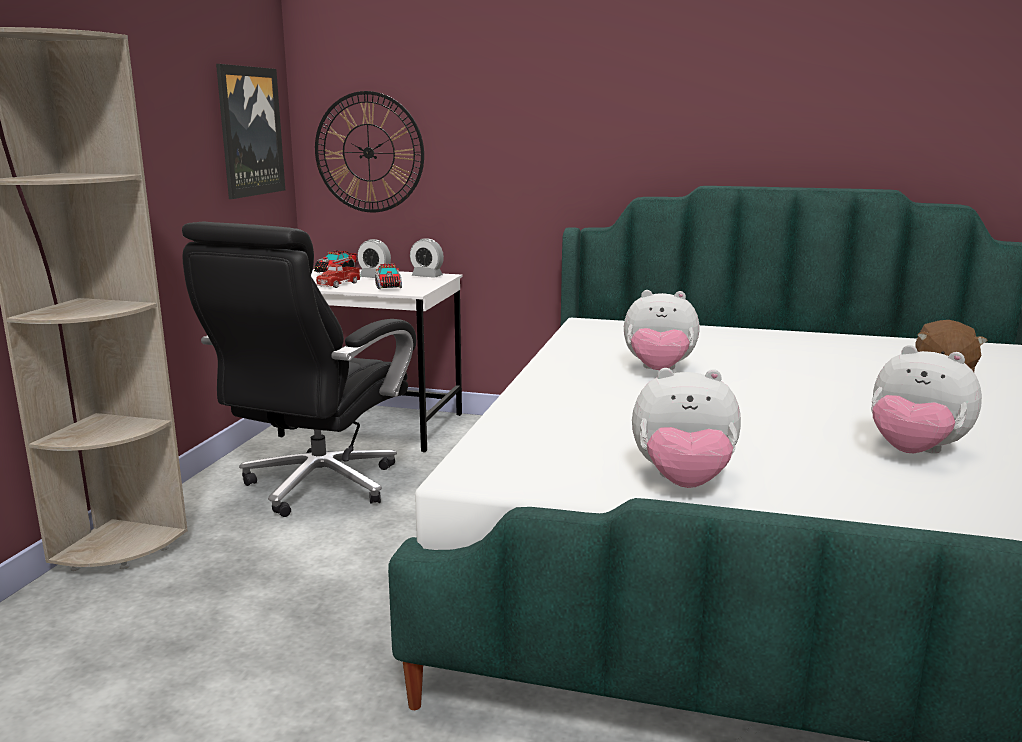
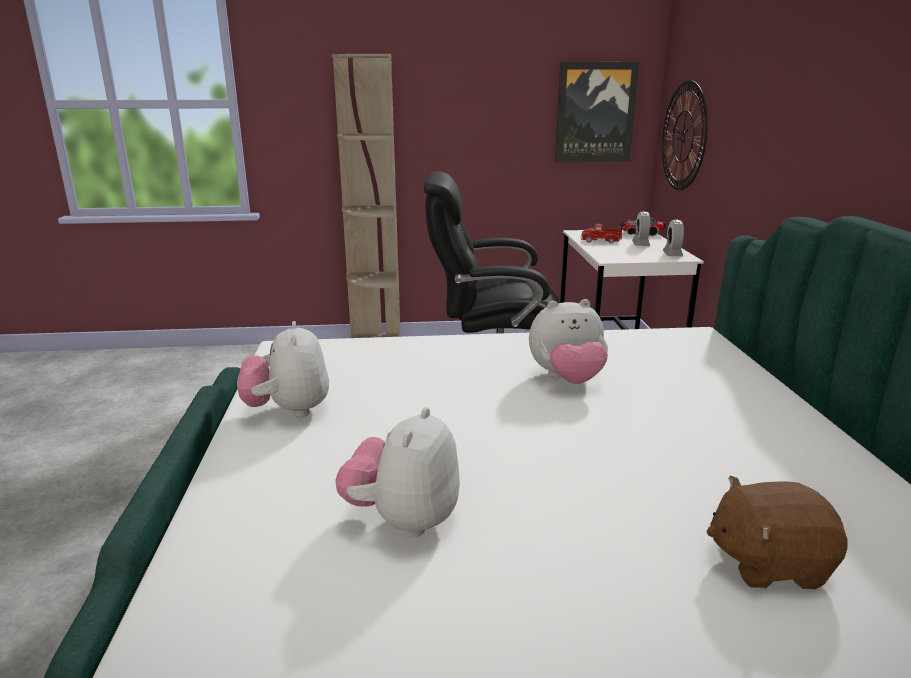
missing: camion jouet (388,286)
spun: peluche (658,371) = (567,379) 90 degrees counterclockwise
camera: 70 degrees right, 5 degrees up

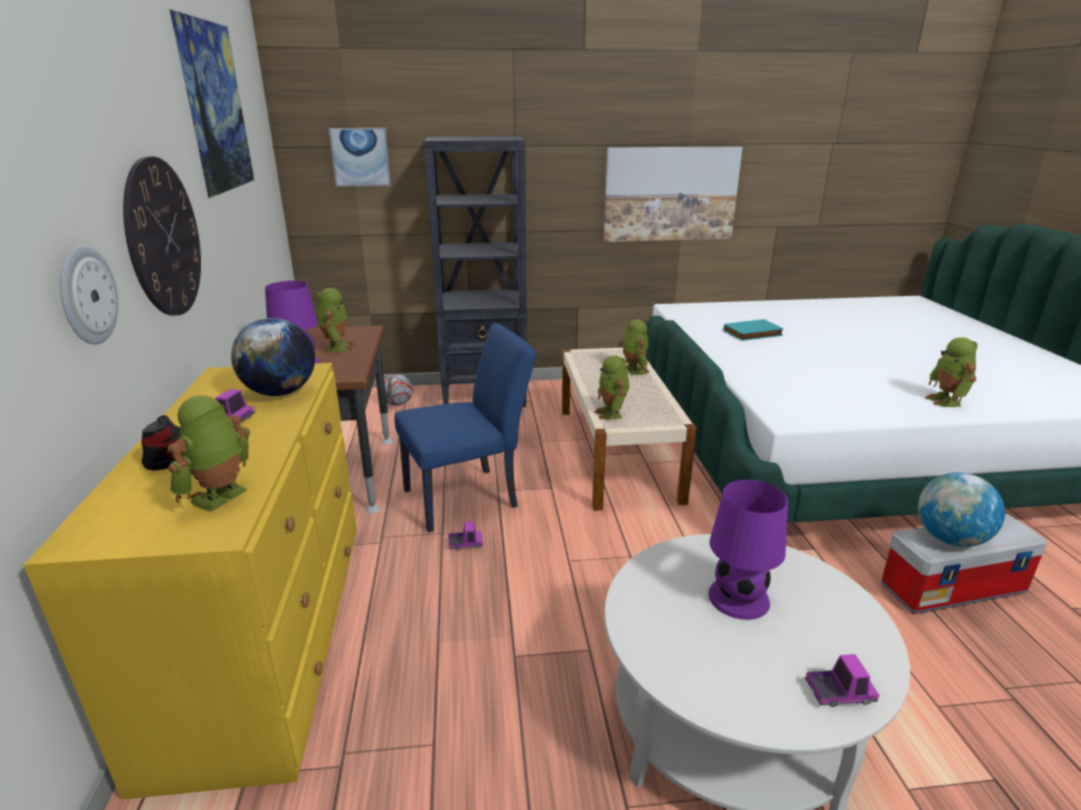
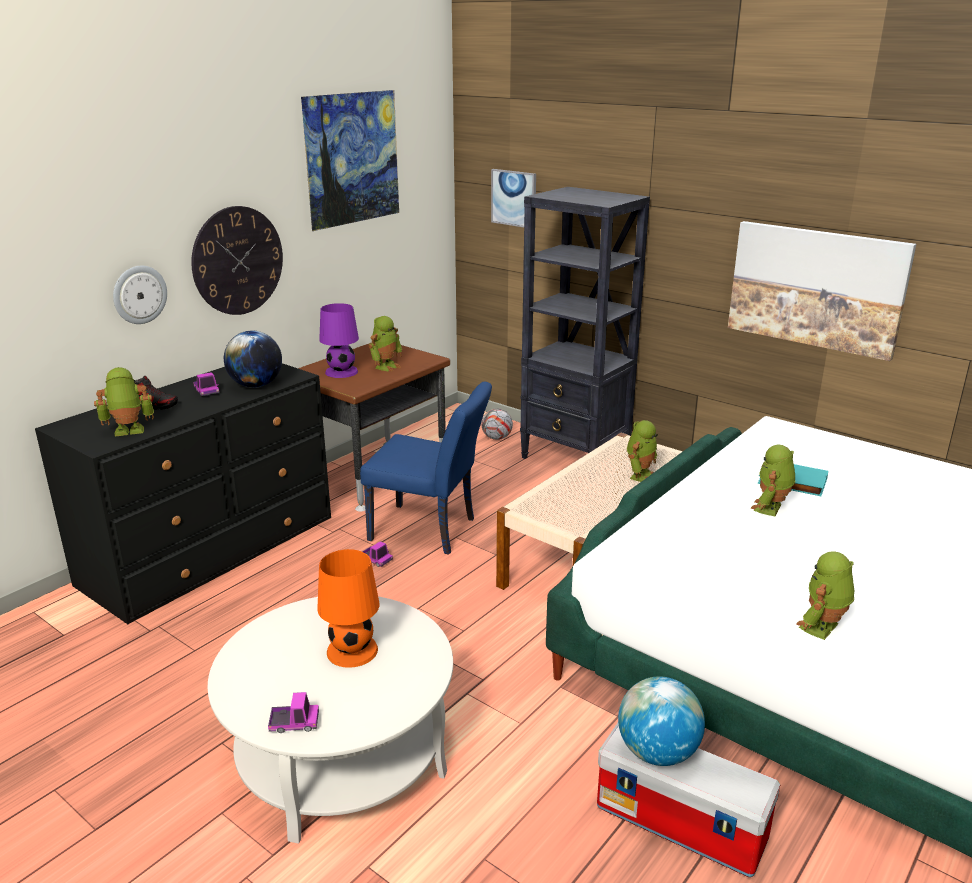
relocated: robot jouet (611,413) to (771,509)
colour: commode (jaune) (268,632) to commode (noir) (211,549); lampe de table (violet) (738,598) to lampe de table (orange) (351,651)
spun: camion jouet (839,693) = (294,723) 45 degrees counterclockwise
camera: 45 degrees right, 0 degrees up

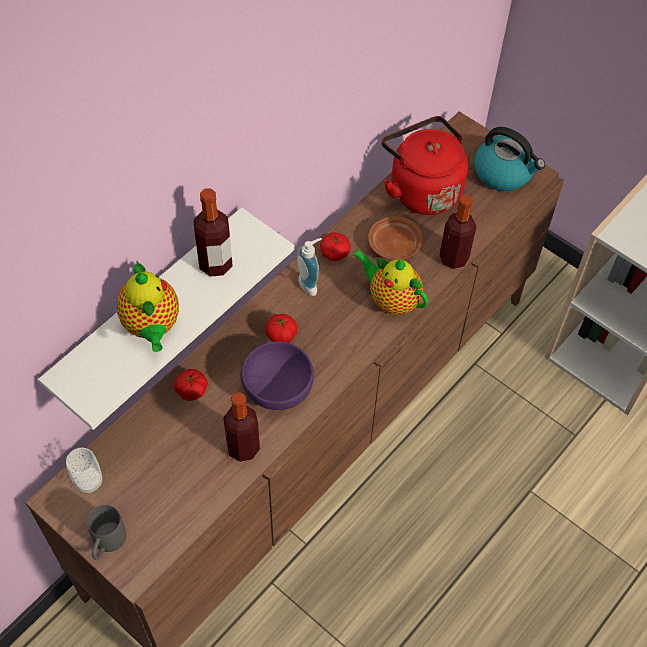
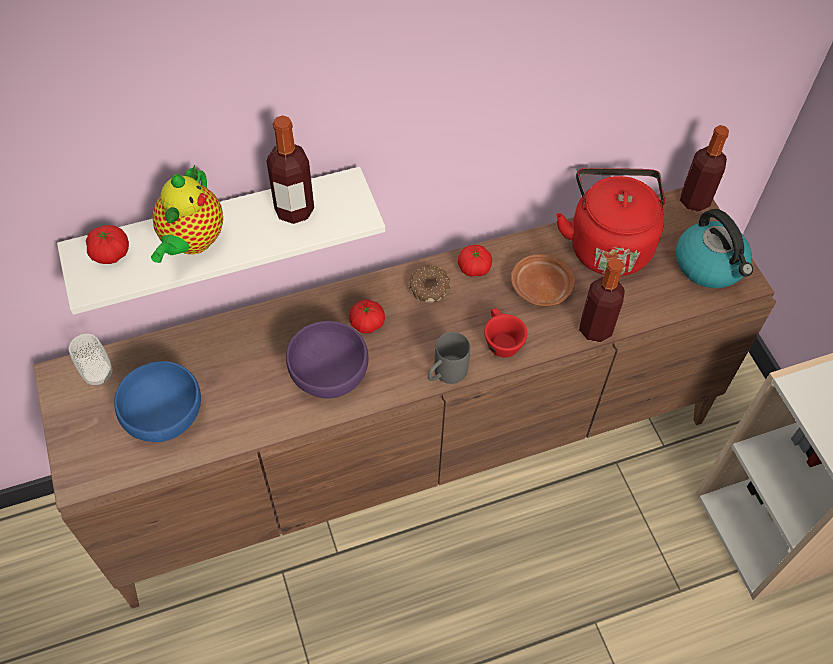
appeared: bol (bleu) (165,413)
relocated: tomate (191,390) to (110,253); mug (gris) (107,544) to (445,375); bouteille (243,448) to (694,201)
exchanged: distributeur de savon (310,284) to beignet (429,287); théière (391,300) to tasse (rouge) (500,341)
camera: 30 degrees right, 0 degrees up

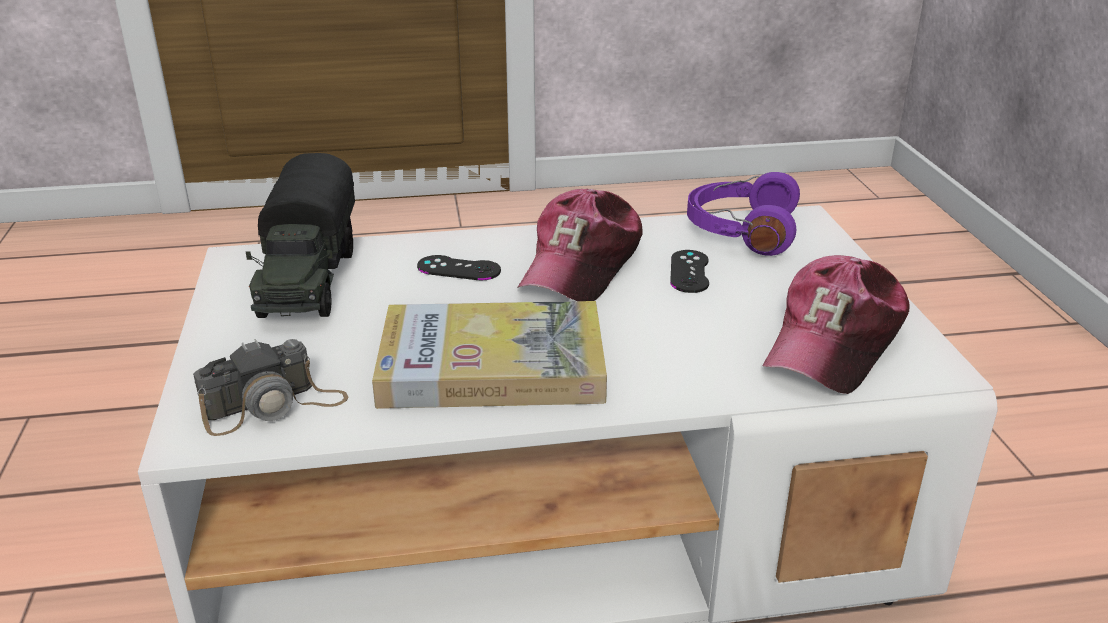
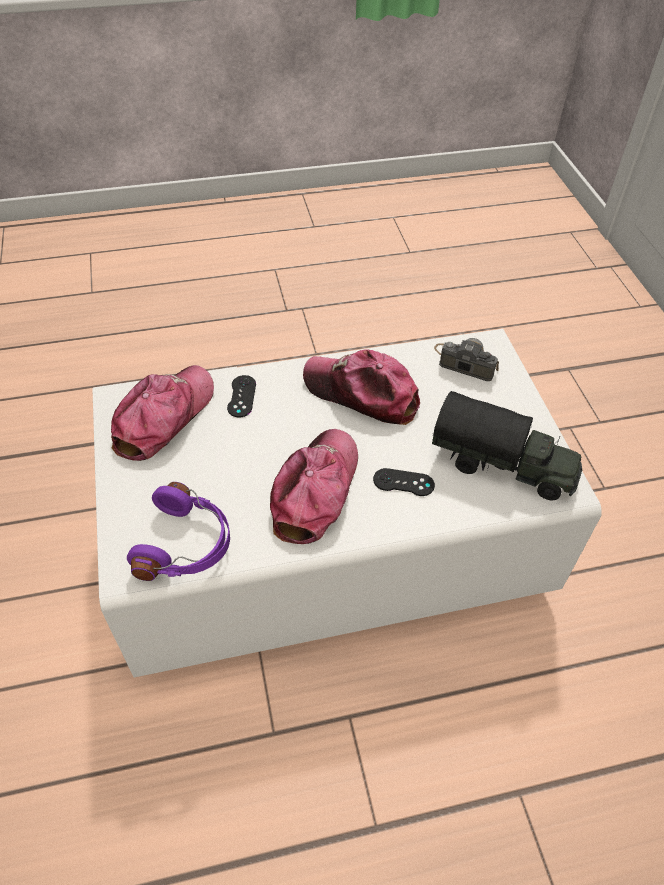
relocated: manette (noir) (689,272) to (241,396)
exchanged: livre (492,364) to casquette (362,393)
spun: camion jouet (308,279) = (503,466) 120 degrees clockwise; appareil photo (274,406) = (464,362) 60 degrees clockwise
camera: 175 degrees right, 20 degrees up

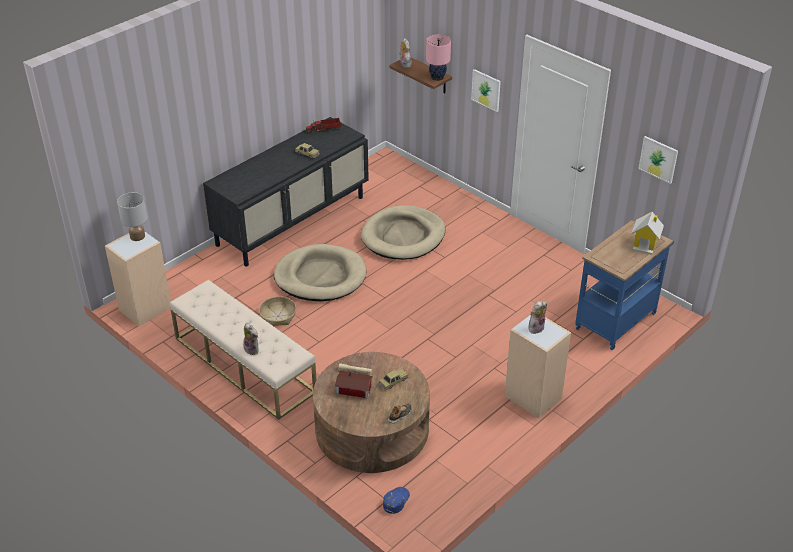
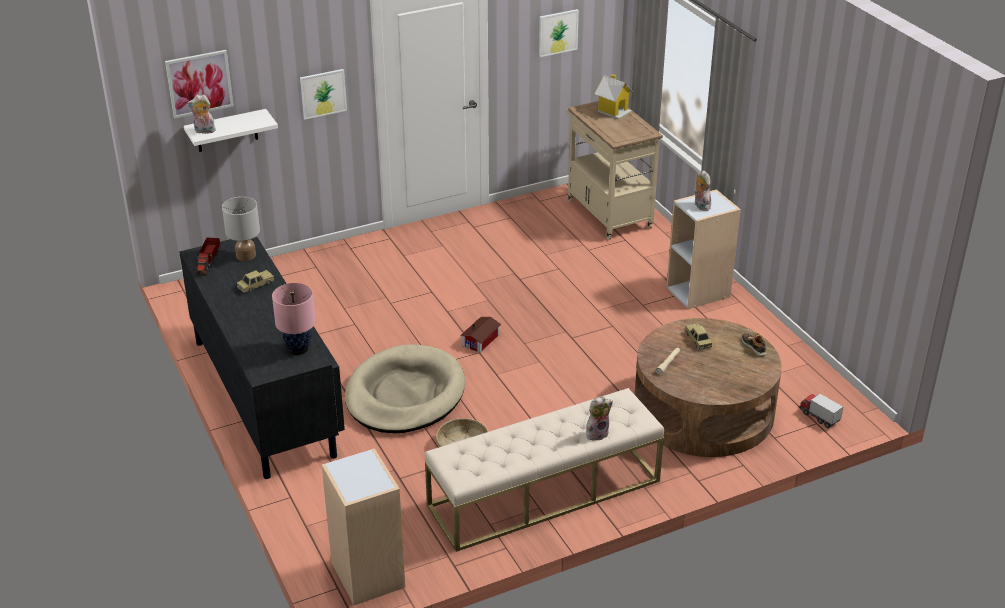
missing: panier pour chien (beige) (403,236)
appeared: tableau (199,83)
relocated: lampe de table (gris) (137,236) to (245,256); lampe de table (rose) (437,77) to (298,349); maison miniature (354,390) to (482,340)
exchanged: casquette (bleu) (395,500) to camion jouet (819,417)
colour: étagère (marron) (429,75) to étagère (blanc) (227,131); chariot (bleu) (617,320) to chariot (beige) (607,213)
camera: 70 degrees left, 5 degrees down

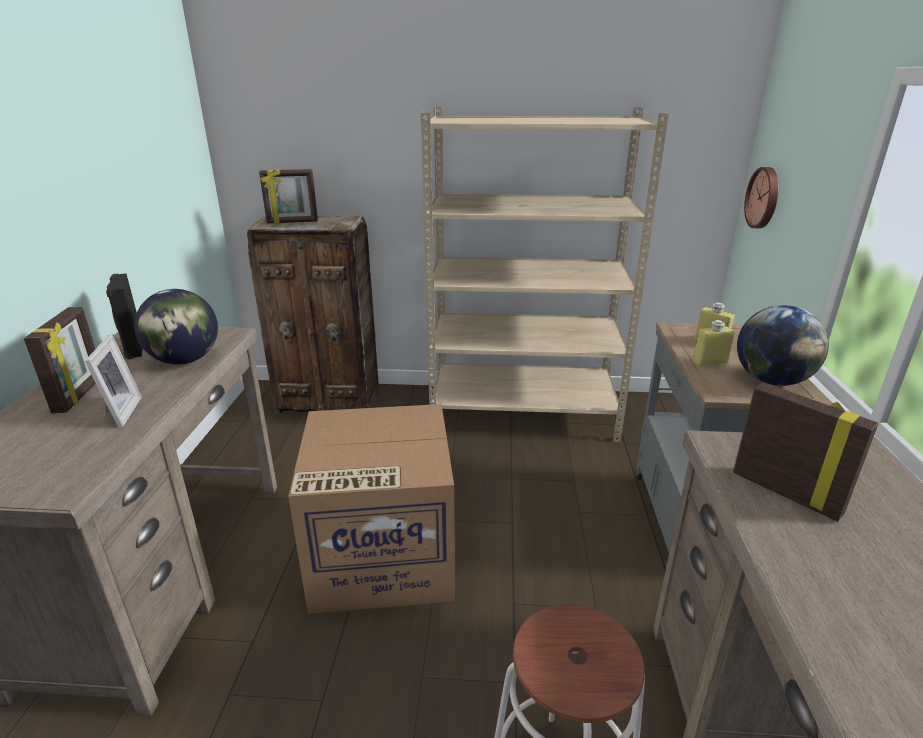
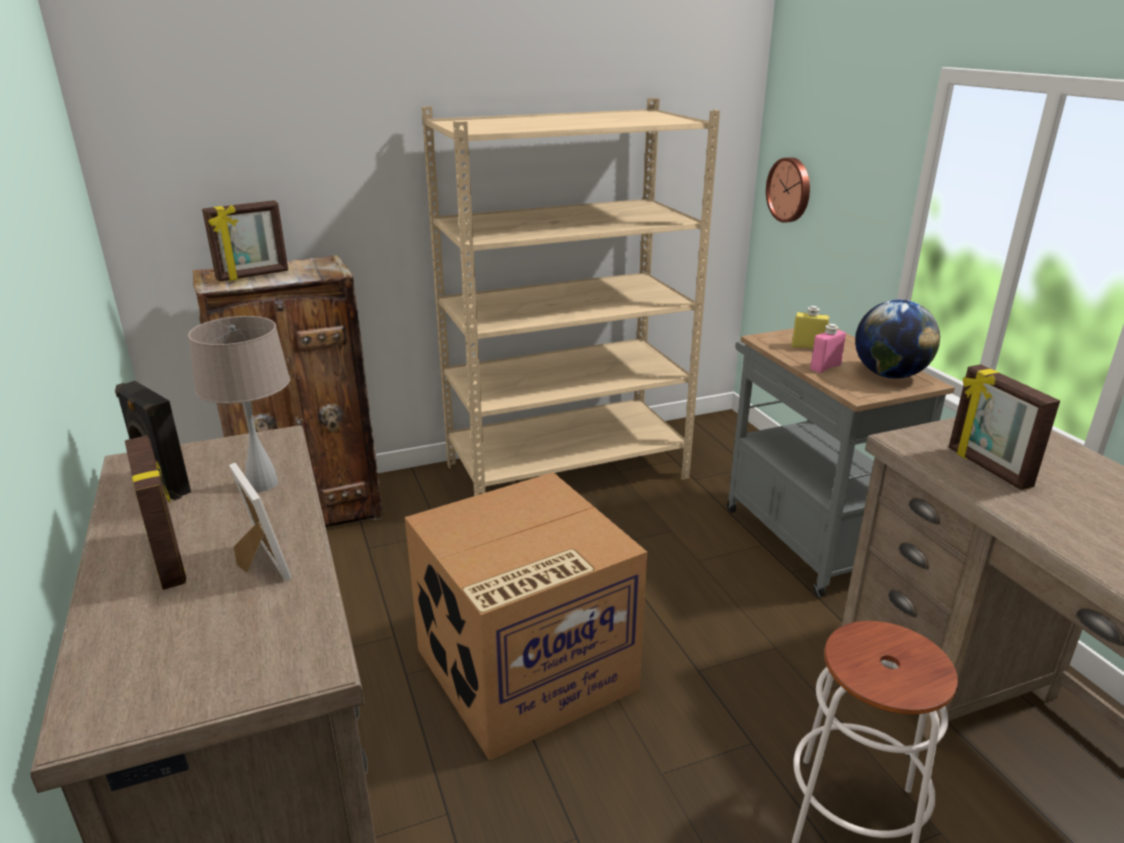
exchanged: globe (185,361) to lampe de table (beige) (262,484)
colour: bouteille (jaune) (710,362) to bouteille (rose) (825,367)
spun: cadre photo (786,492) = (987,468) 135 degrees counterclockwise
camera: 25 degrees left, 0 degrees up

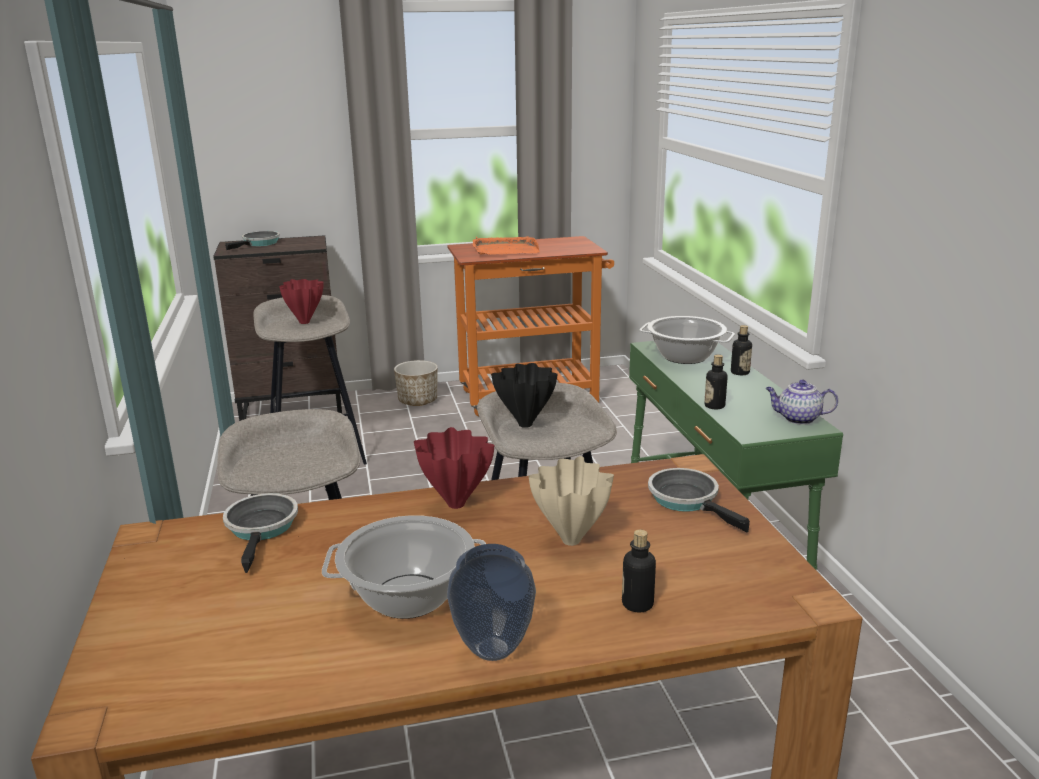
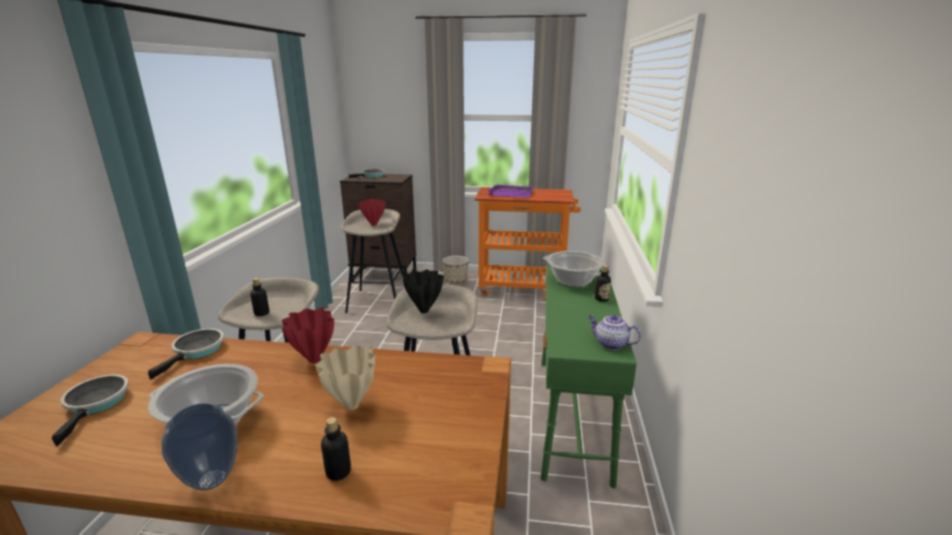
relocated: poêle (687,500) to (96,404); bouteille (714,406) to (262,313)
colour: plateau (orange) (505,250) to plateau (violet) (510,193)
camera: 20 degrees right, 0 degrees up

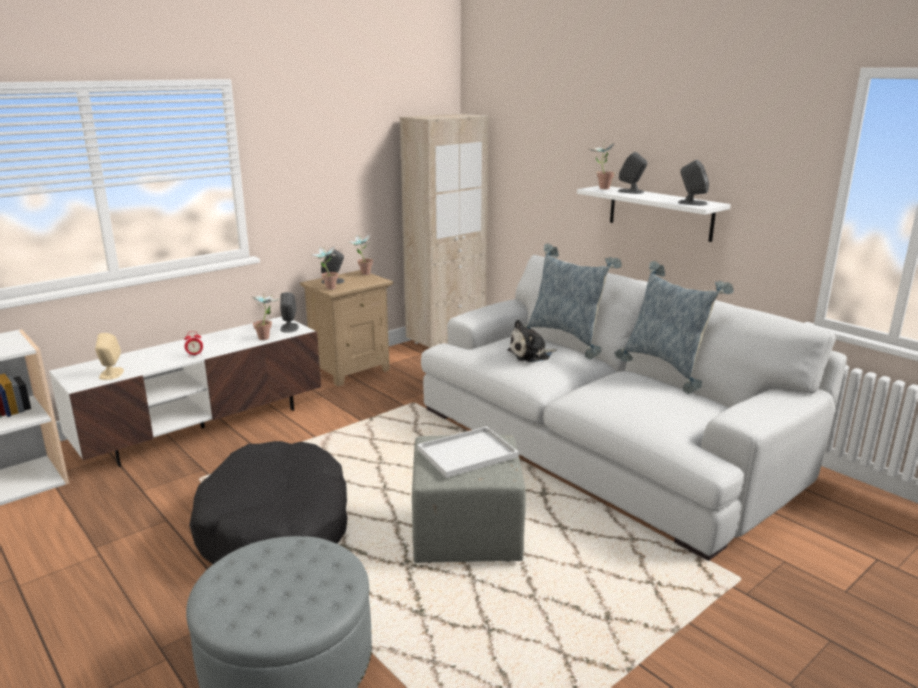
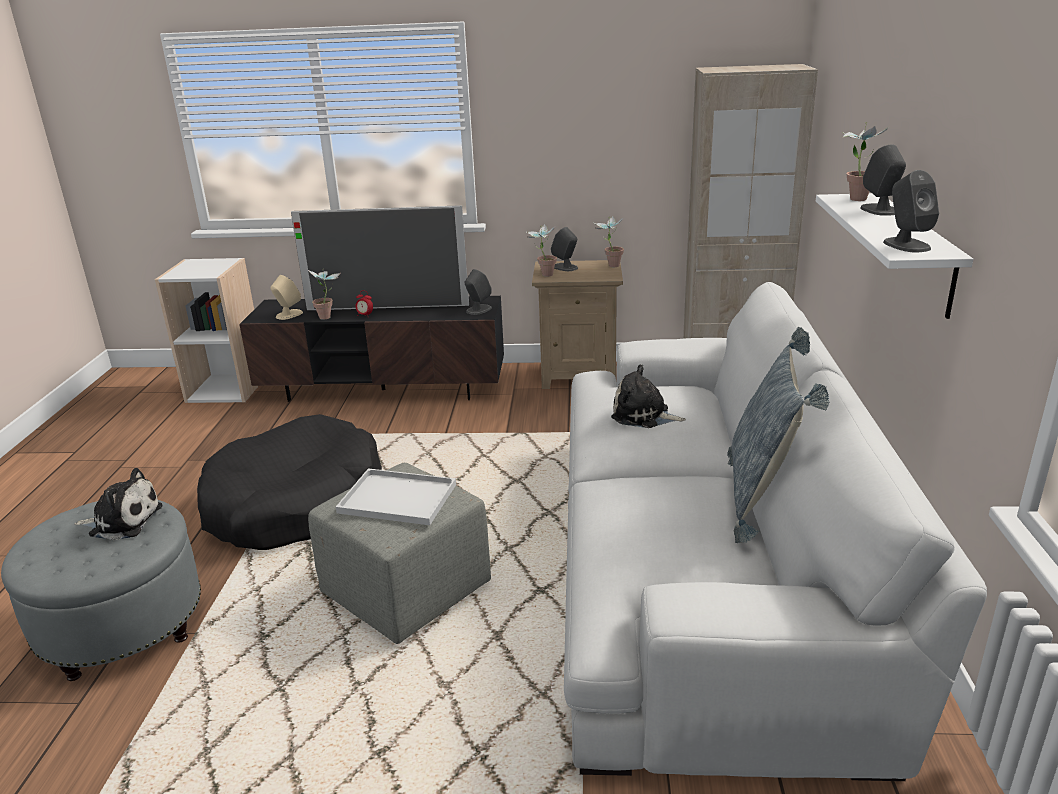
missing: coussin (566,344)
appeared: peluche (122,521); téléviseur (387,307)
relocated: plante en pot (267,337) to (329,317)
colour: meuble télé (blanc) (202,427) to meuble télé (noir) (383,389)
camera: 45 degrees right, 5 degrees up

